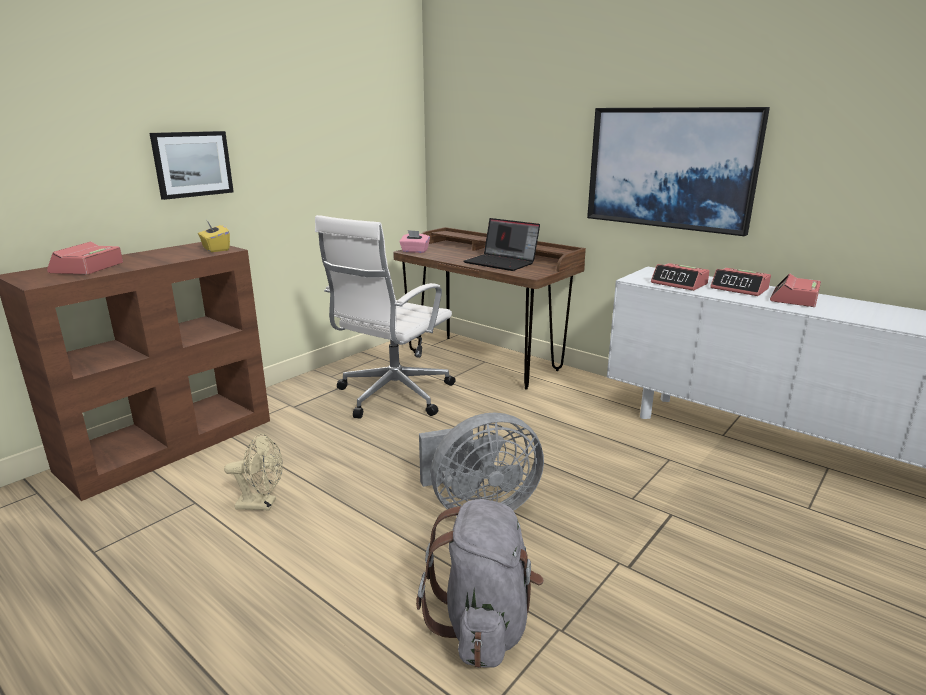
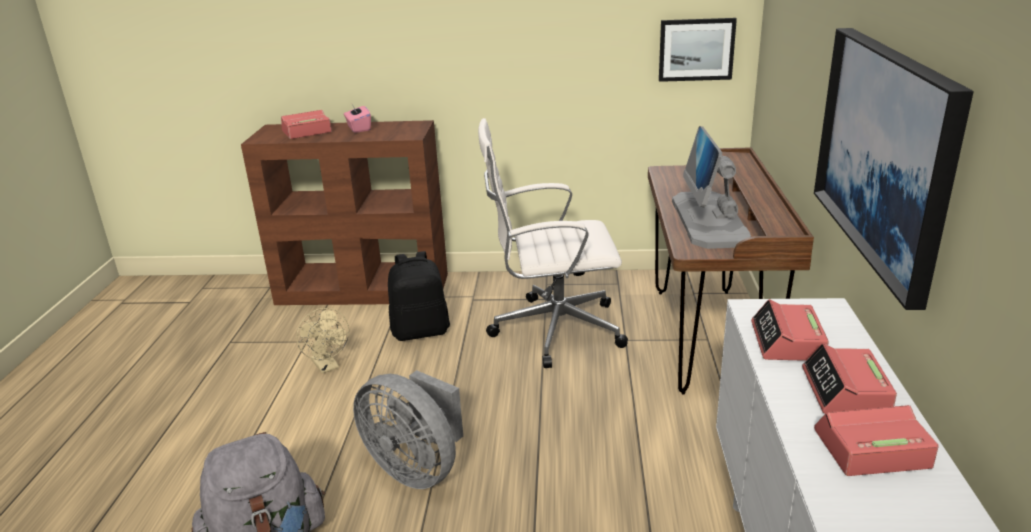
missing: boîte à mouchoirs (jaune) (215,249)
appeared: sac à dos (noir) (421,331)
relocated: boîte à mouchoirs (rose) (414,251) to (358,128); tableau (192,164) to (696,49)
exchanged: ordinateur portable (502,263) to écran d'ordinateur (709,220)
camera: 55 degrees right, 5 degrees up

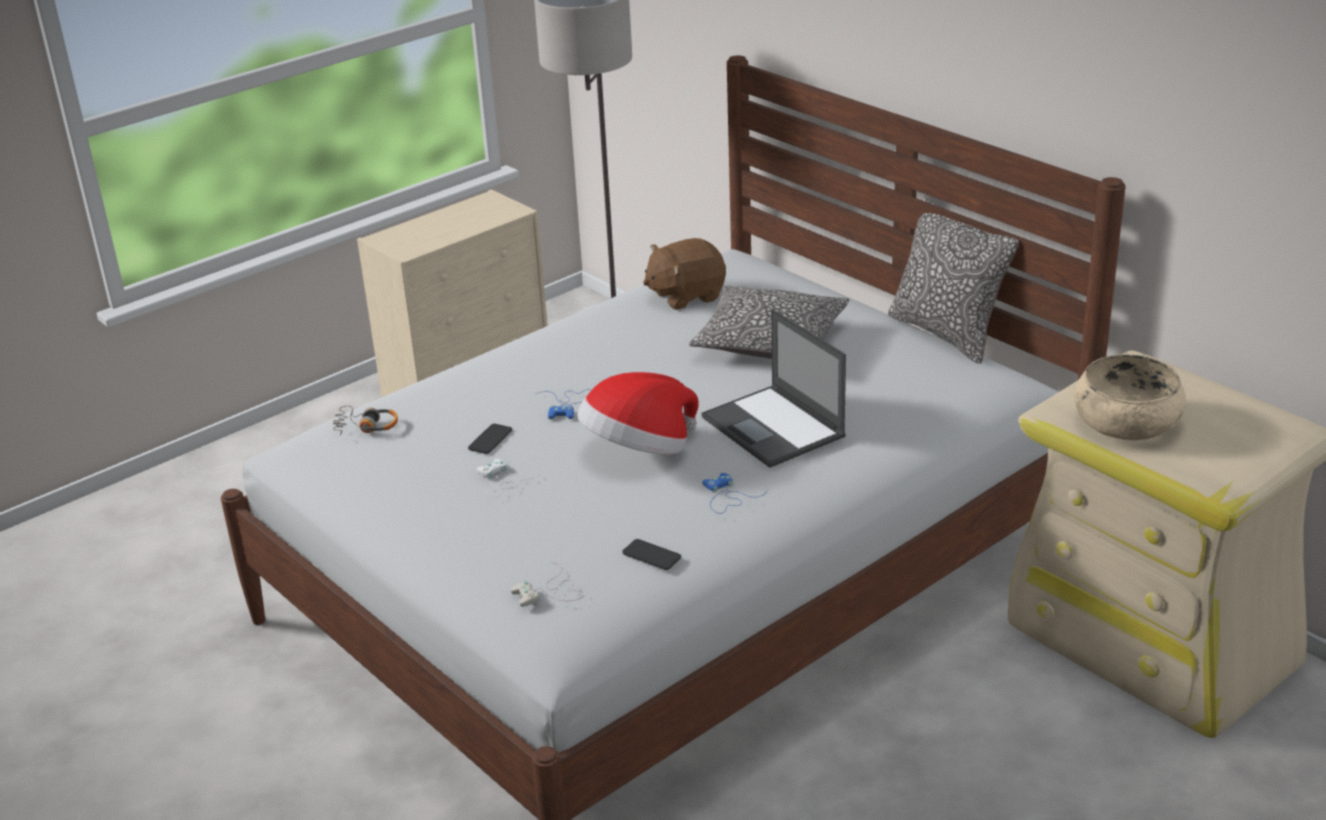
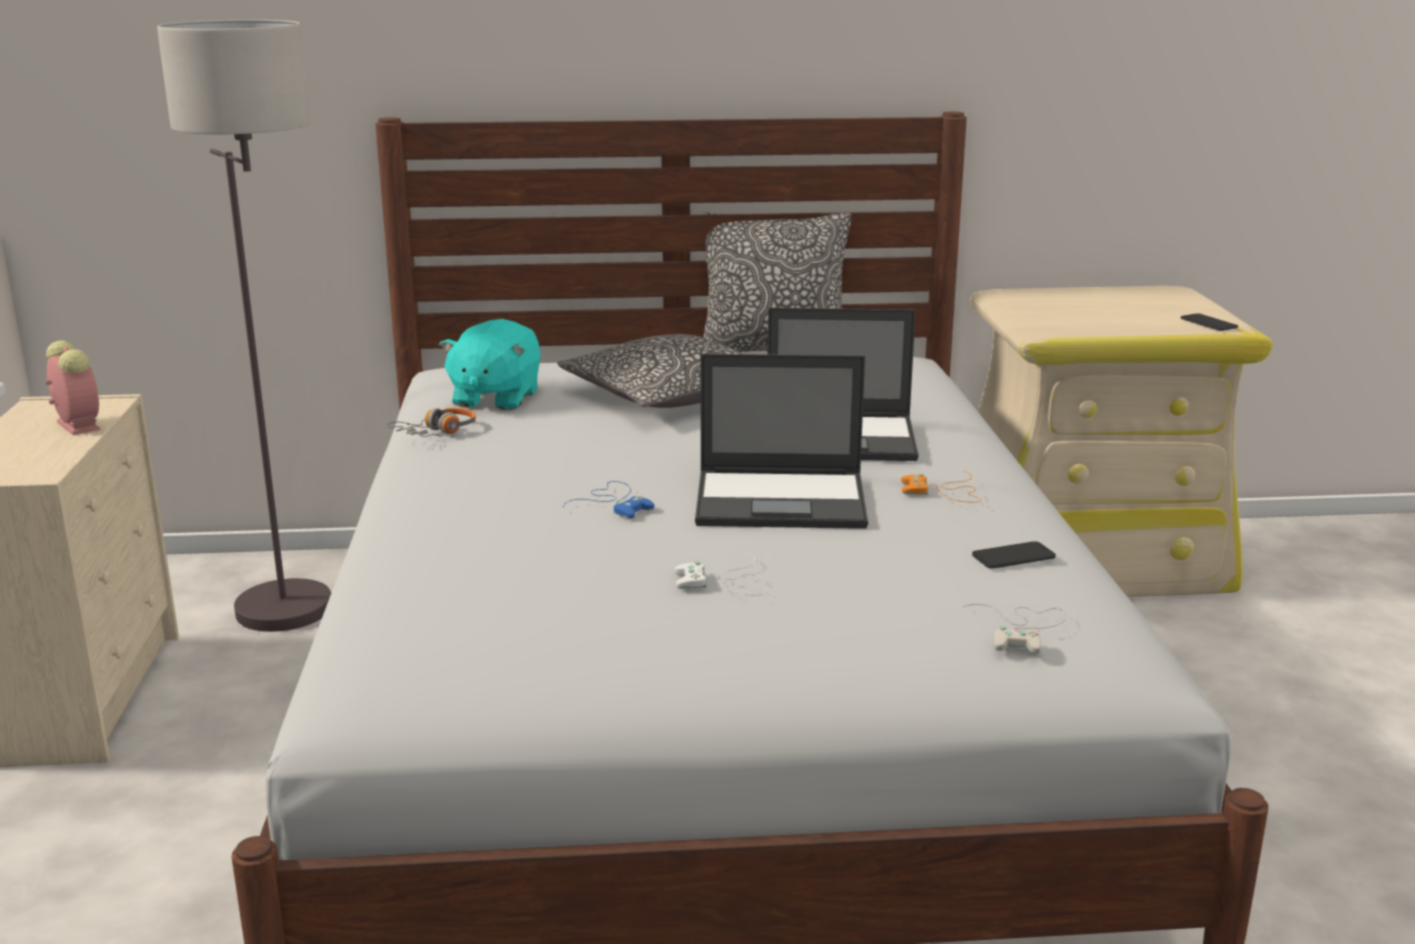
missing: bol (beige) (1126,422)
appeared: réveil (76,425)
relocated: casque audio (366,427) to (437,432); téléphone (490,439) to (1208,323)
exchanged: chapeau (639,451) to ordinateur portable (783,500)
colour: peluche (marron) (685,295) to peluche (turquoise) (495,399); manette (bleu) (727,497) to manette (orange) (945,492)
camera: 55 degrees left, 10 degrees down

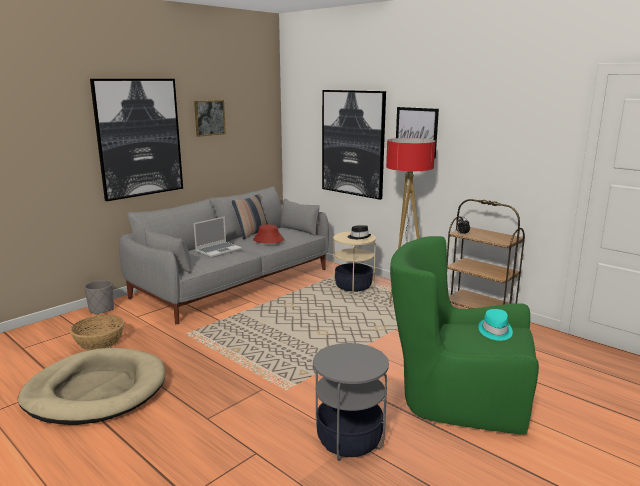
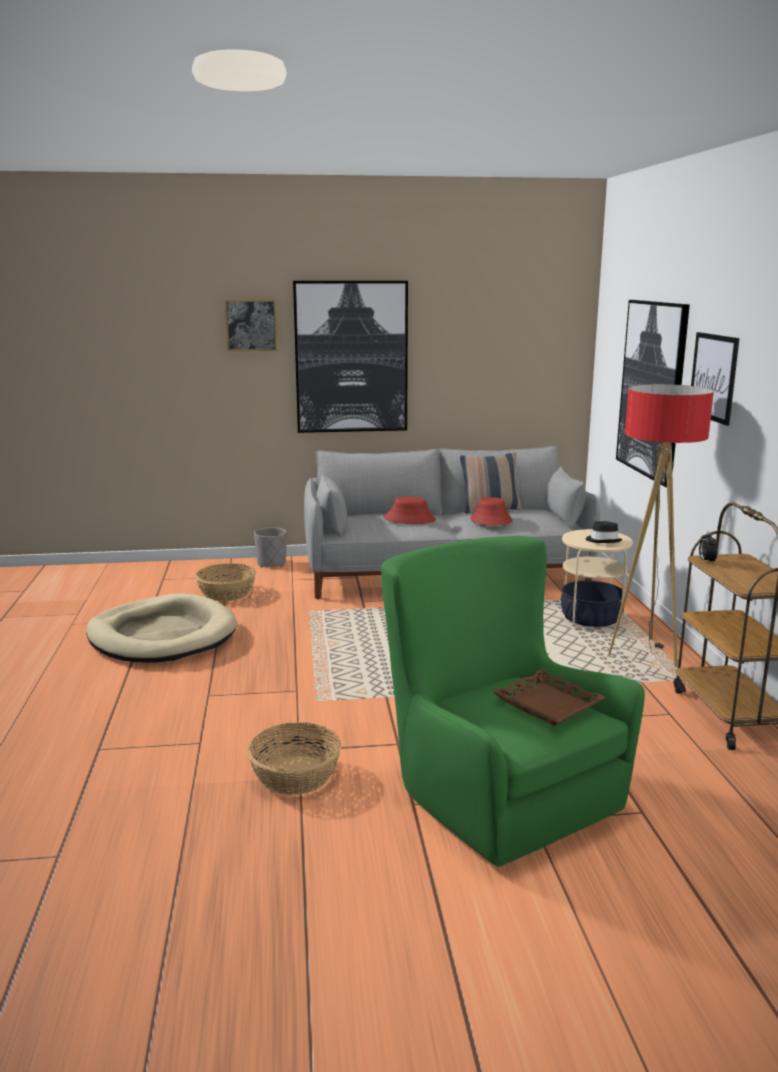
relocated: tableau (209,117) to (251,325)
exchanged: table d'appoint (gris) (349,442) to panier (294,775); ordinateur portable (218,250) to chapeau (rouge) (409,519); chapeau (turquoise) (495,331) to plateau (marron) (547,704)
camera: 40 degrees right, 0 degrees up

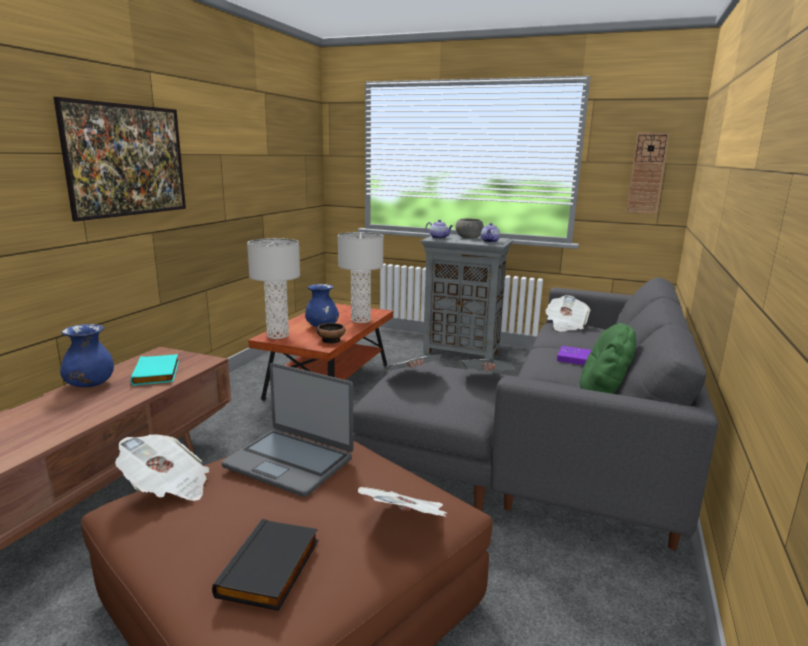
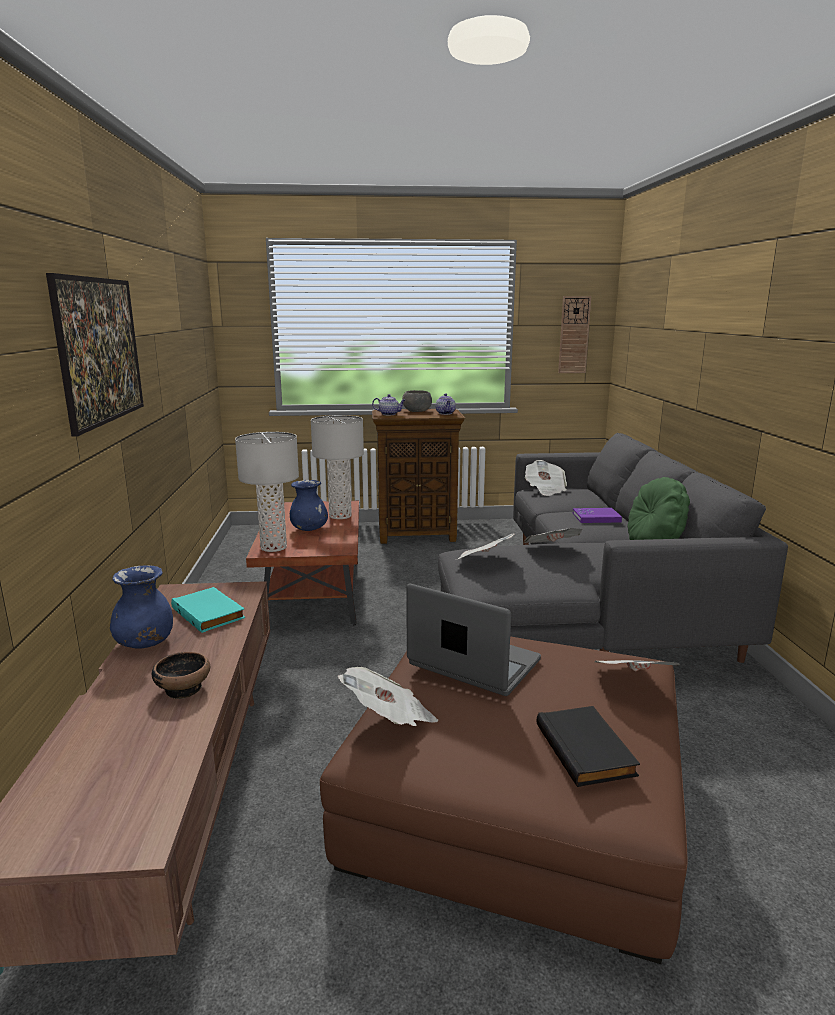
relocated: bol (331,340) to (183,688)
colour: meuble de rangement (gris) (462,352) to meuble de rangement (marron) (418,535)
spun: ordinateur portable (289,462) = (473,663) 150 degrees counterclockwise
camera: 25 degrees left, 0 degrees up

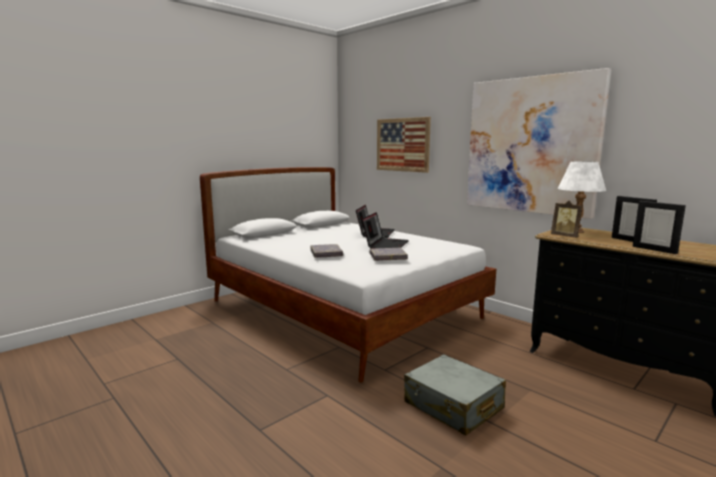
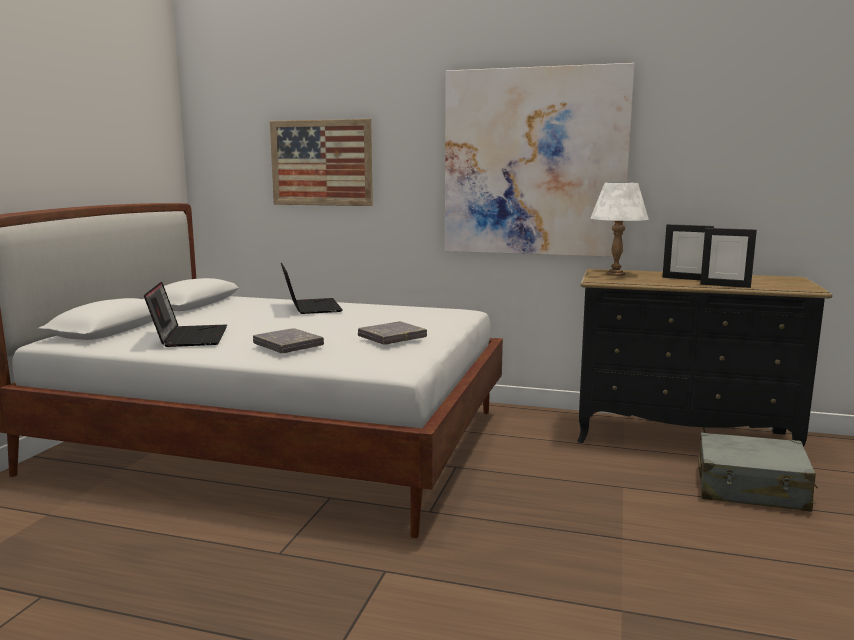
missing: cadre photo (565,236)
relocated: ordinateur portable (385,244) to (189,337); valise (gris) (453,406) to (751,489)
camera: 30 degrees left, 0 degrees up

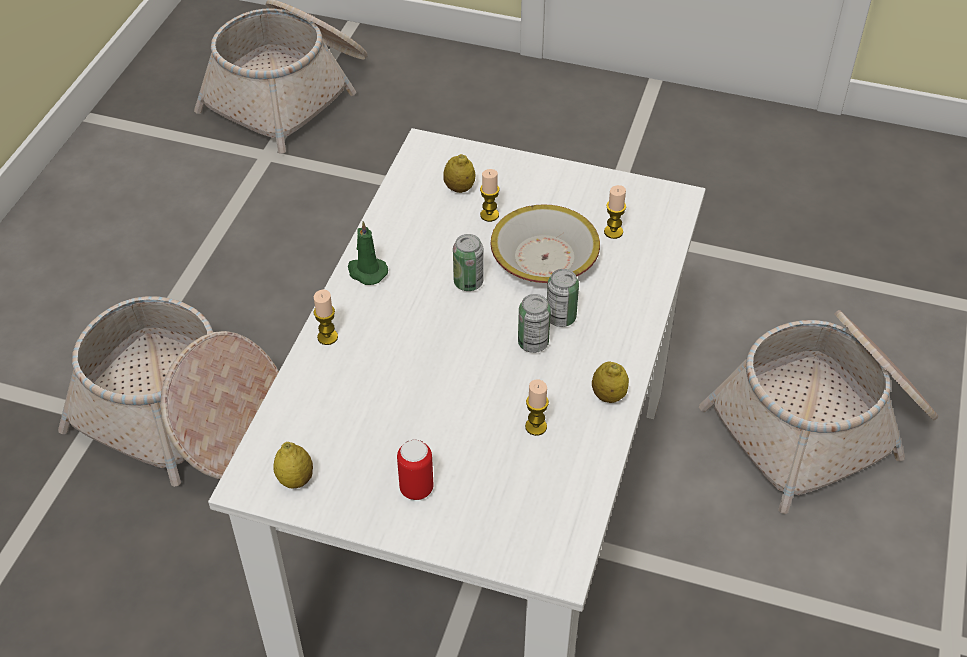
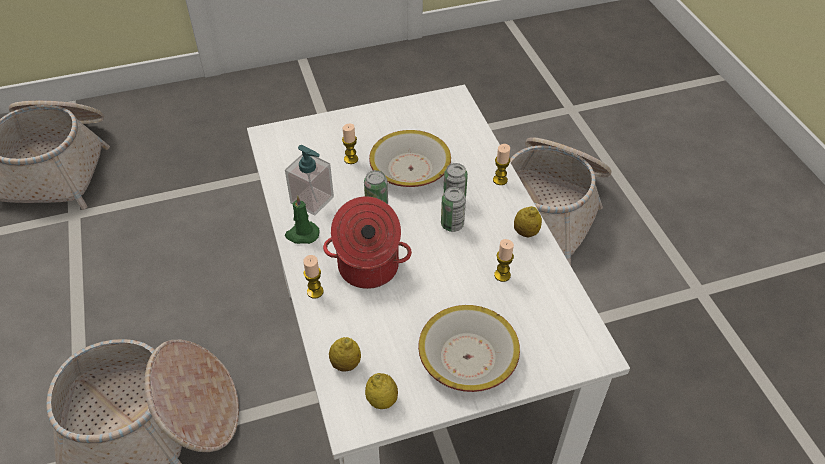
appeared: distributeur de savon (312,200); marmite (368,268)
relocated: citron (459,188) to (346,364); bougie (613,232) to (500,180)
exchanged: boîte métallique (416,489) to bol (467,357)
camera: 35 degrees left, 0 degrees up

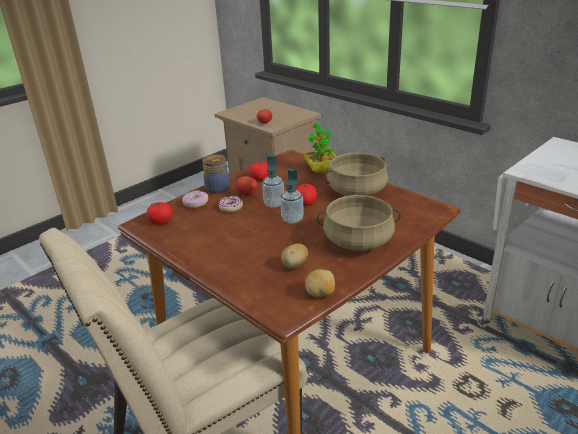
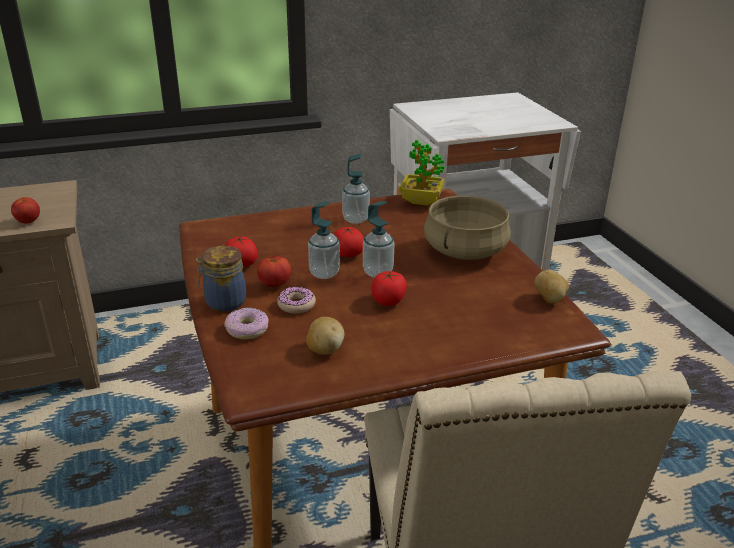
relocated: pomme de terre (294,265) to (325,350); tomate (161,222) to (388,301); plante en pot (321,169) to (421,201)
exchanged: marmite (beige) (356,191) to distributeur de savon (355,219)
camera: 65 degrees left, 0 degrees up

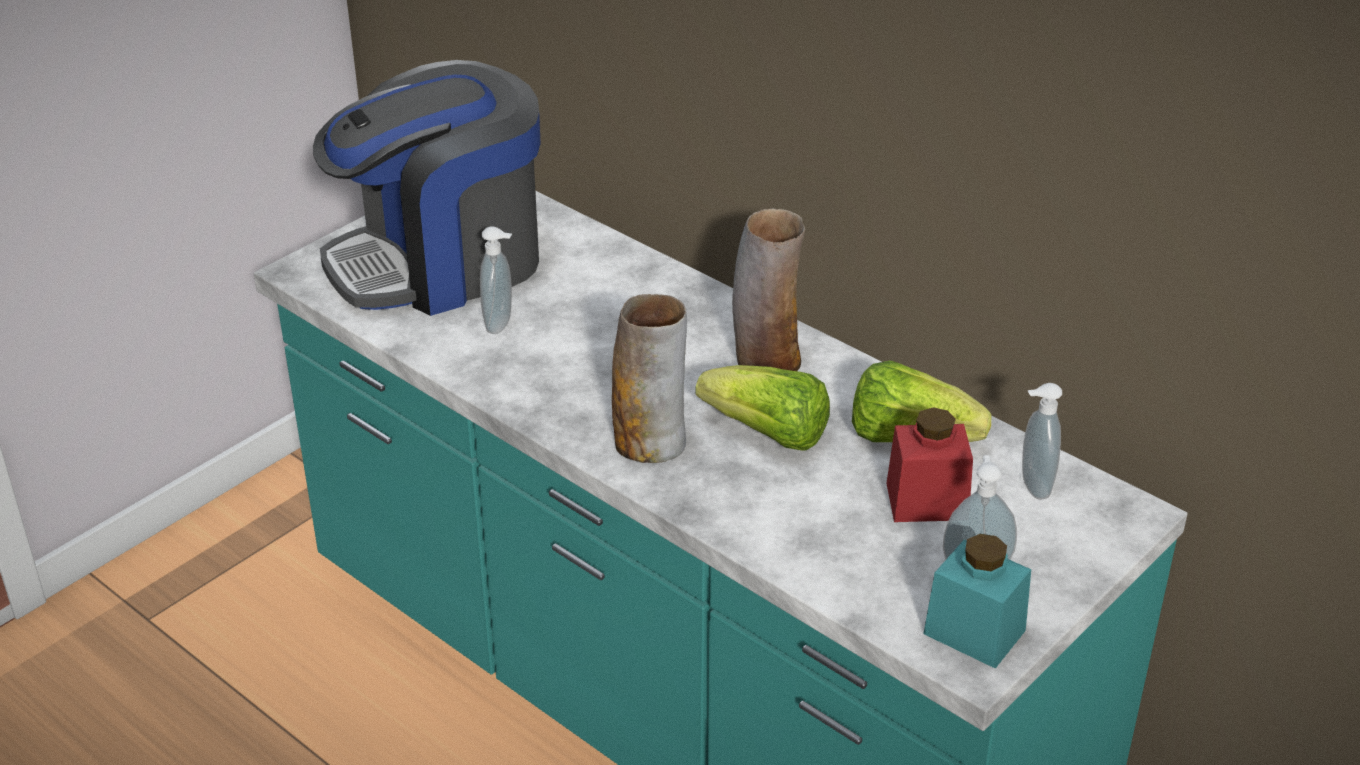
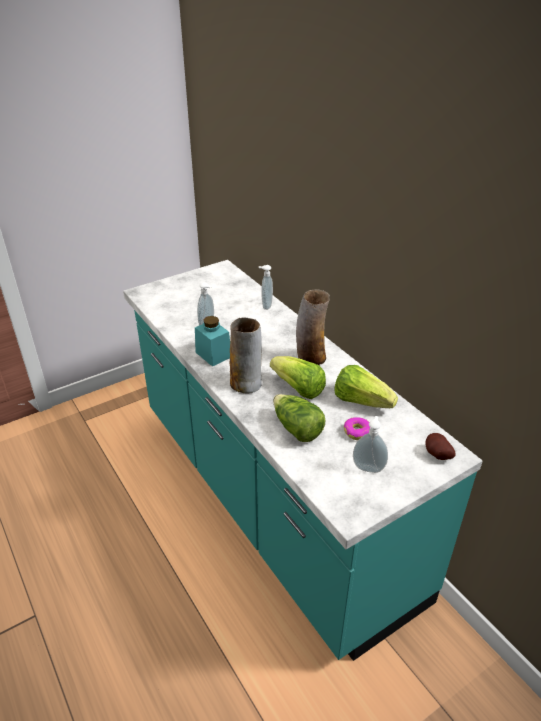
missing: machine à café (441,263)
appeared: laitue (296,428); pomme de terre (436,455)
relocated: bocal (turquoise) (974,632) to (213,354); distributeur de savon (1032,486) to (266,305)
exchanged: bocal (rouge) (927,501) to beignet (357,432)
camera: 15 degrees right, 0 degrees up

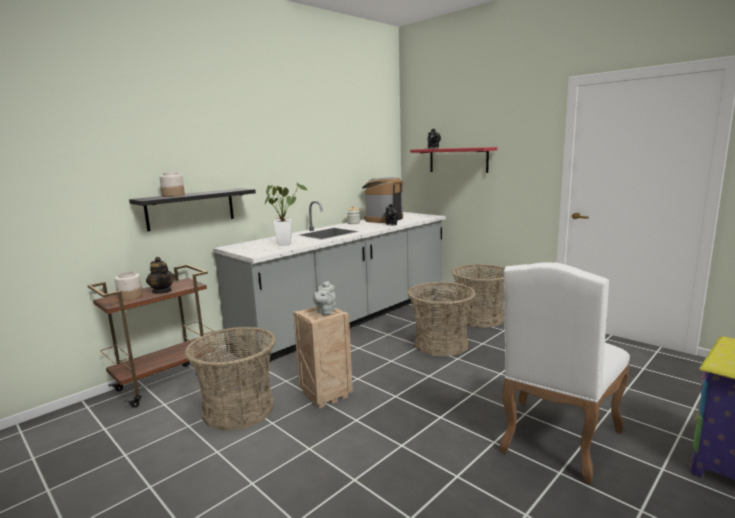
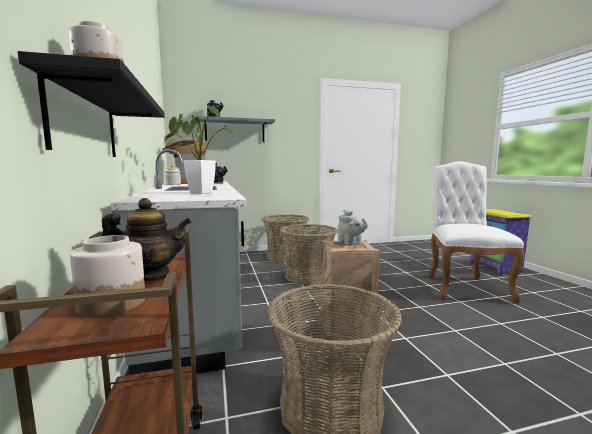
colour: étagère (rouge) (458,160) to étagère (gris) (235,131)
spun: chaise (blanc) (555,441) = (464,288) 150 degrees counterclockwise
camera: 60 degrees left, 5 degrees down

